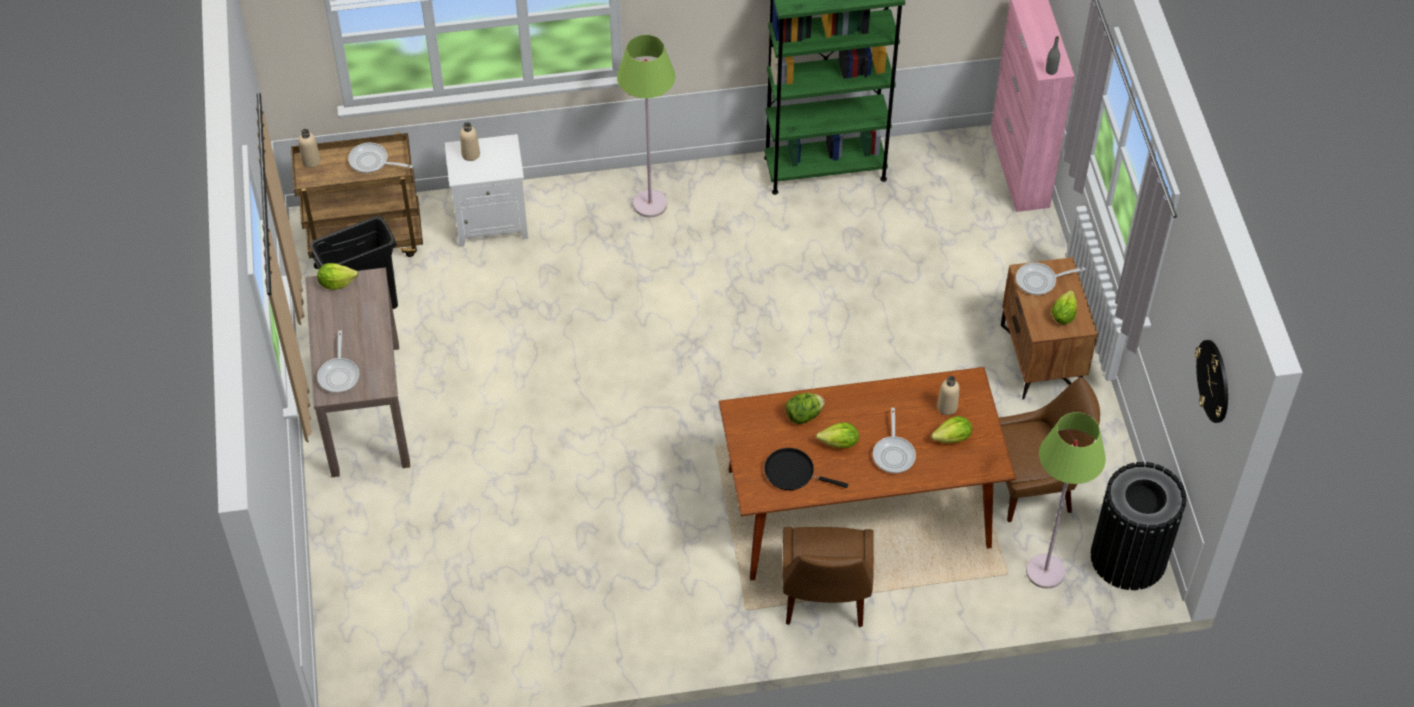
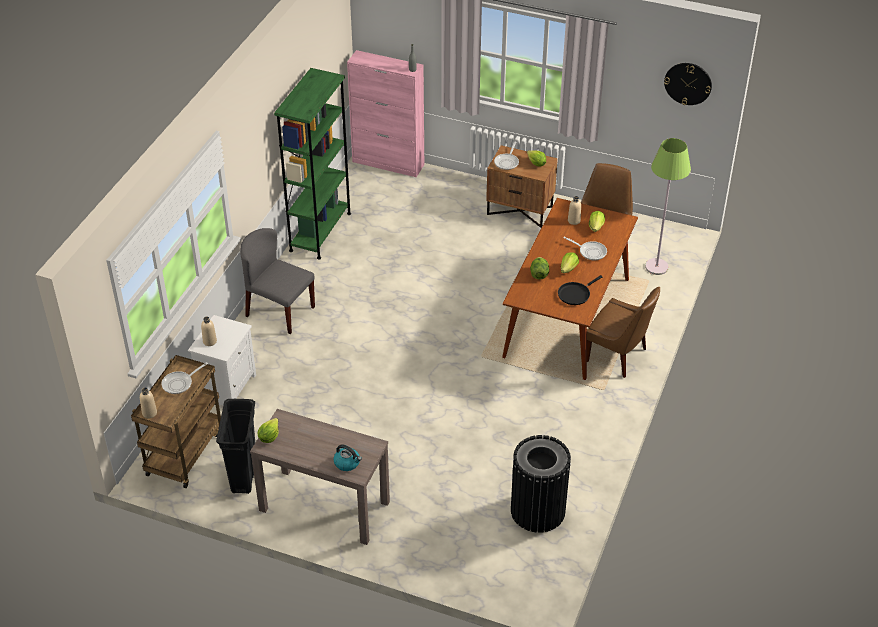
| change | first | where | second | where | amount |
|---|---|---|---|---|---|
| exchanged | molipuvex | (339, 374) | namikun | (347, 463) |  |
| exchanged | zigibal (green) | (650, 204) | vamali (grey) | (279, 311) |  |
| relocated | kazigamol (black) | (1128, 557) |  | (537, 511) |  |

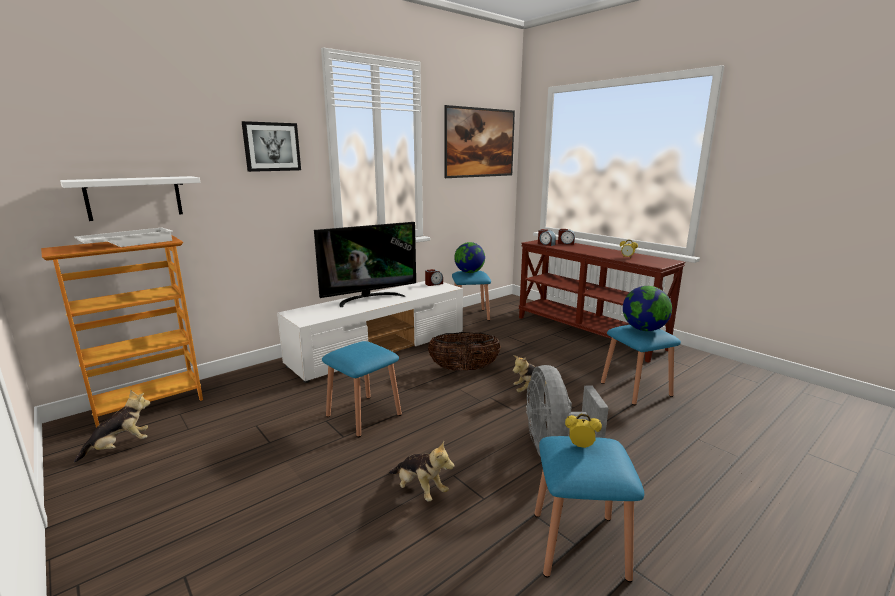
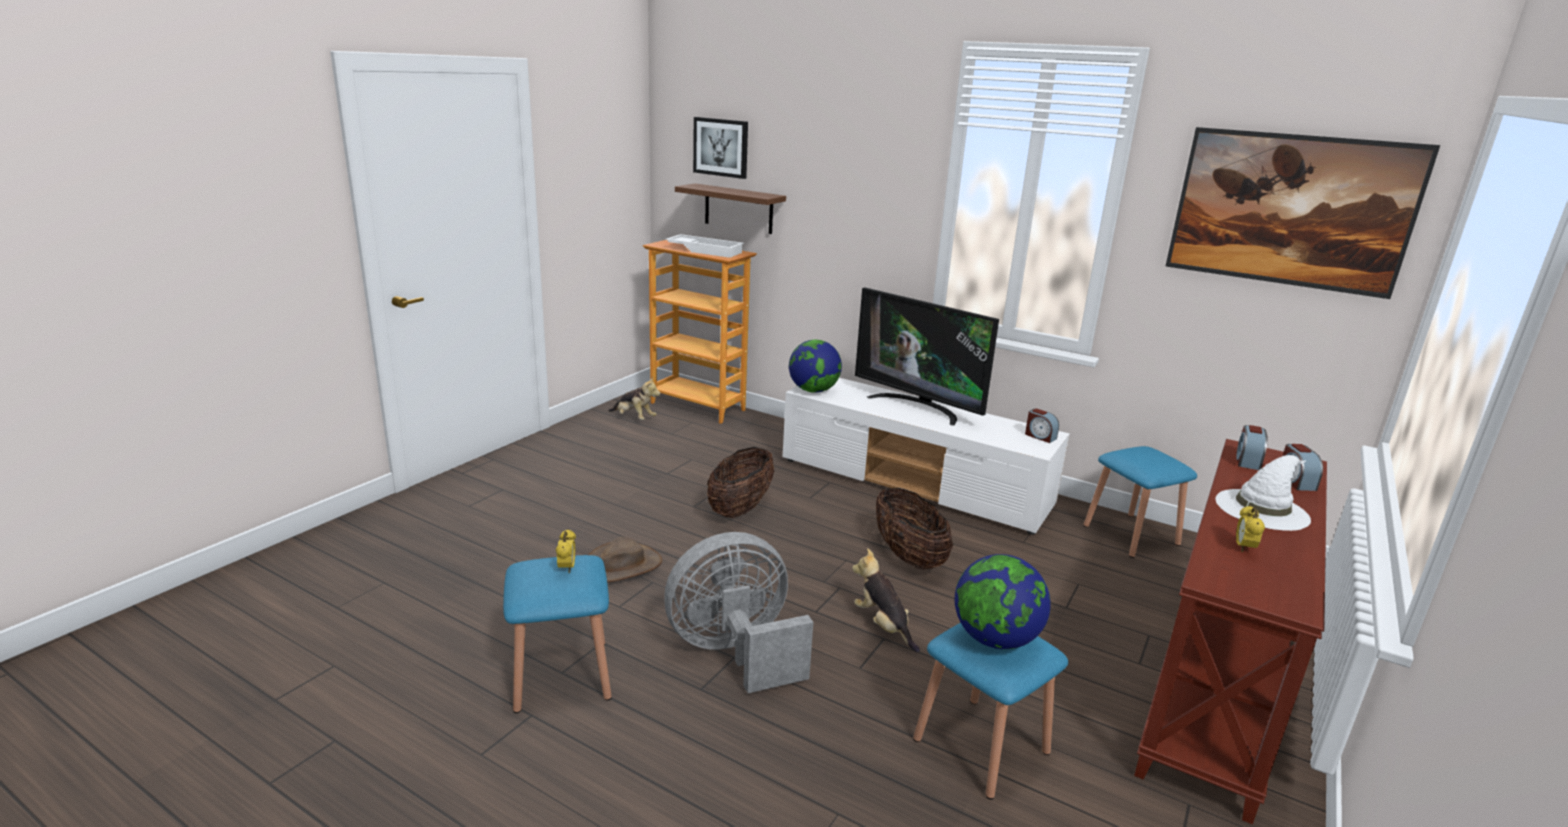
| change | first | where | second | where | amount |
|---|---|---|---|---|---|
| colour | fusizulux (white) | (134, 197) | fusizulux (brown) | (738, 209) |  |
| relocated | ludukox | (271, 147) |  | (721, 147) |  |
| exchanged | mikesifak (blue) | (364, 415) | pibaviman | (740, 508) |  |
| exchanged | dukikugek | (420, 489) | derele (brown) | (622, 565) |  |
| relocated | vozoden | (469, 272) |  | (813, 390) |  |
| appeared |  |  | derele (white) | (1262, 508) |  |

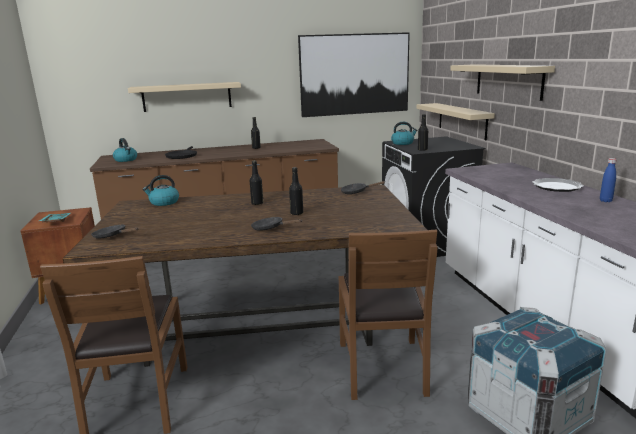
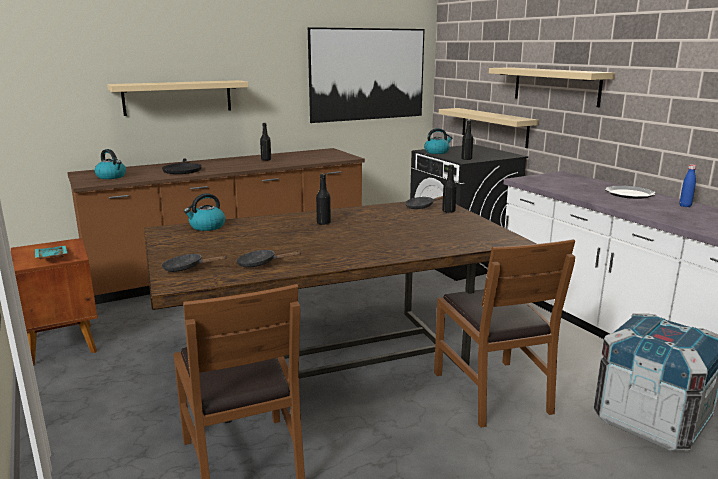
| change | first | where | second | where | amount |
|---|---|---|---|---|---|
| relocated | molipuvex (black) | (270, 228) |  | (260, 264) |  |
| relocated | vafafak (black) | (296, 213) |  | (448, 211) |  |

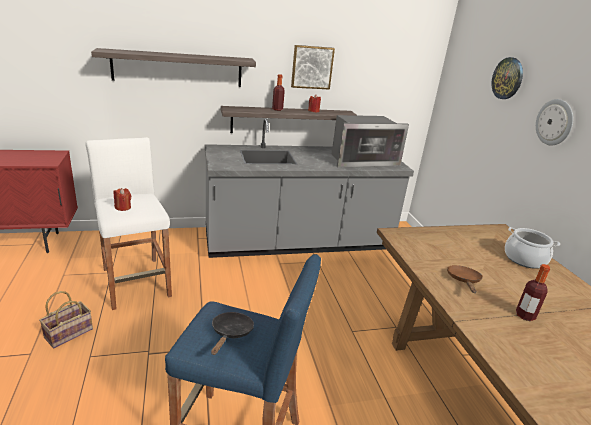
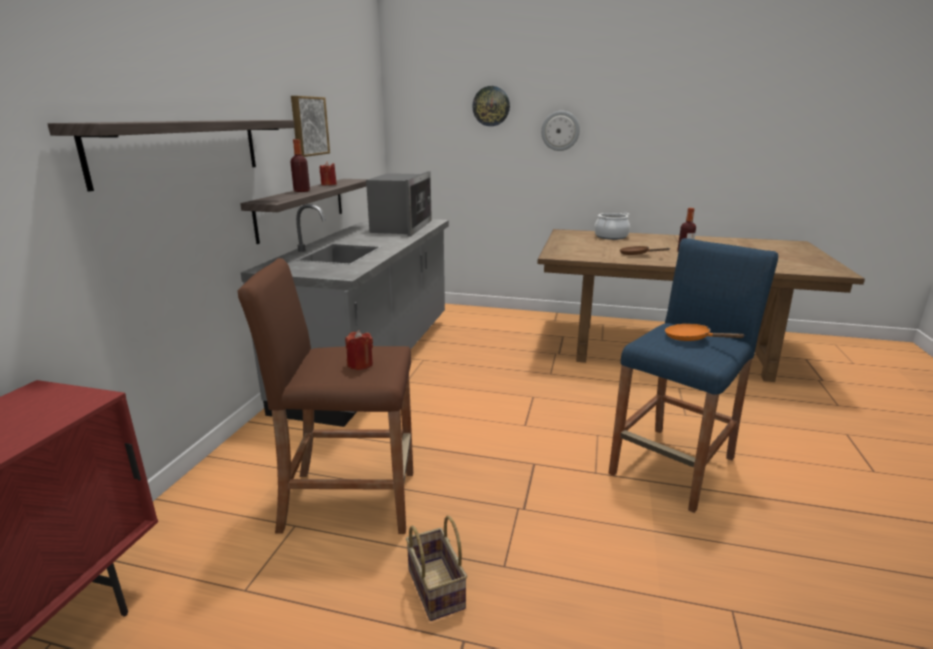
| change | first | where | second | where | amount |
|---|---|---|---|---|---|
| colour | mikesifak (white) | (136, 282) | mikesifak (brown) | (350, 500) |  |
| colour | molipuvex (black) | (231, 333) | molipuvex (orange) | (691, 339) |  |

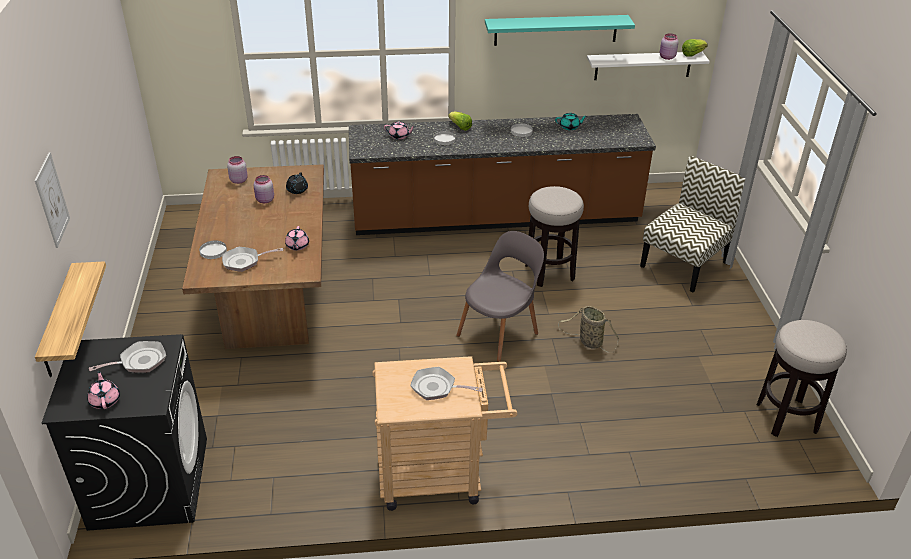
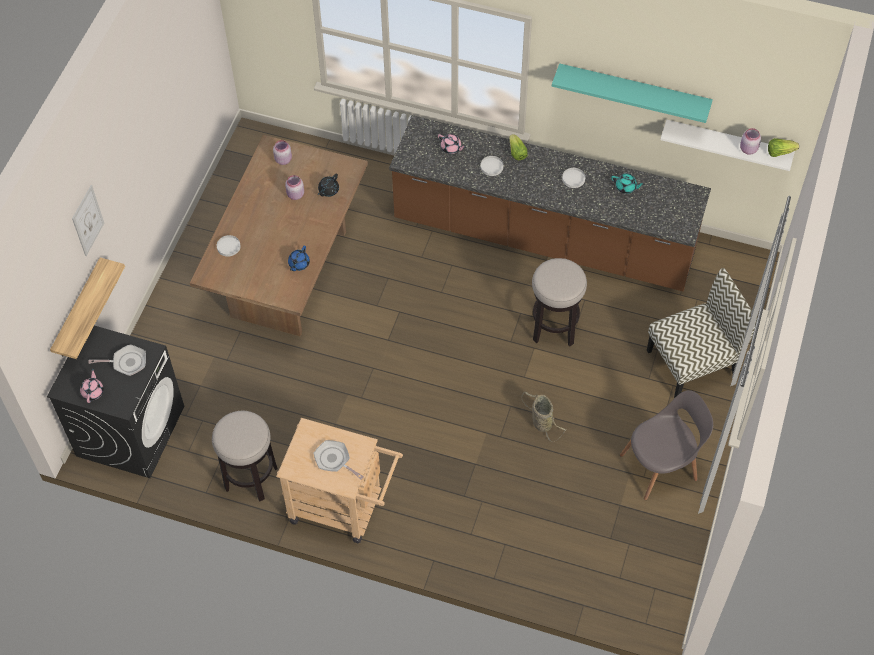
| change | first | where | second | where | amount |
|---|---|---|---|---|---|
| missing | molipuvex | (244, 261) |  |  |  |
| colour | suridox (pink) | (297, 246) | suridox (blue) | (298, 264) |  |
| relocated | vamali (grey) | (500, 332) |  | (661, 466) |  |
| relocated | mikesifak | (786, 417) |  | (250, 478) |  |

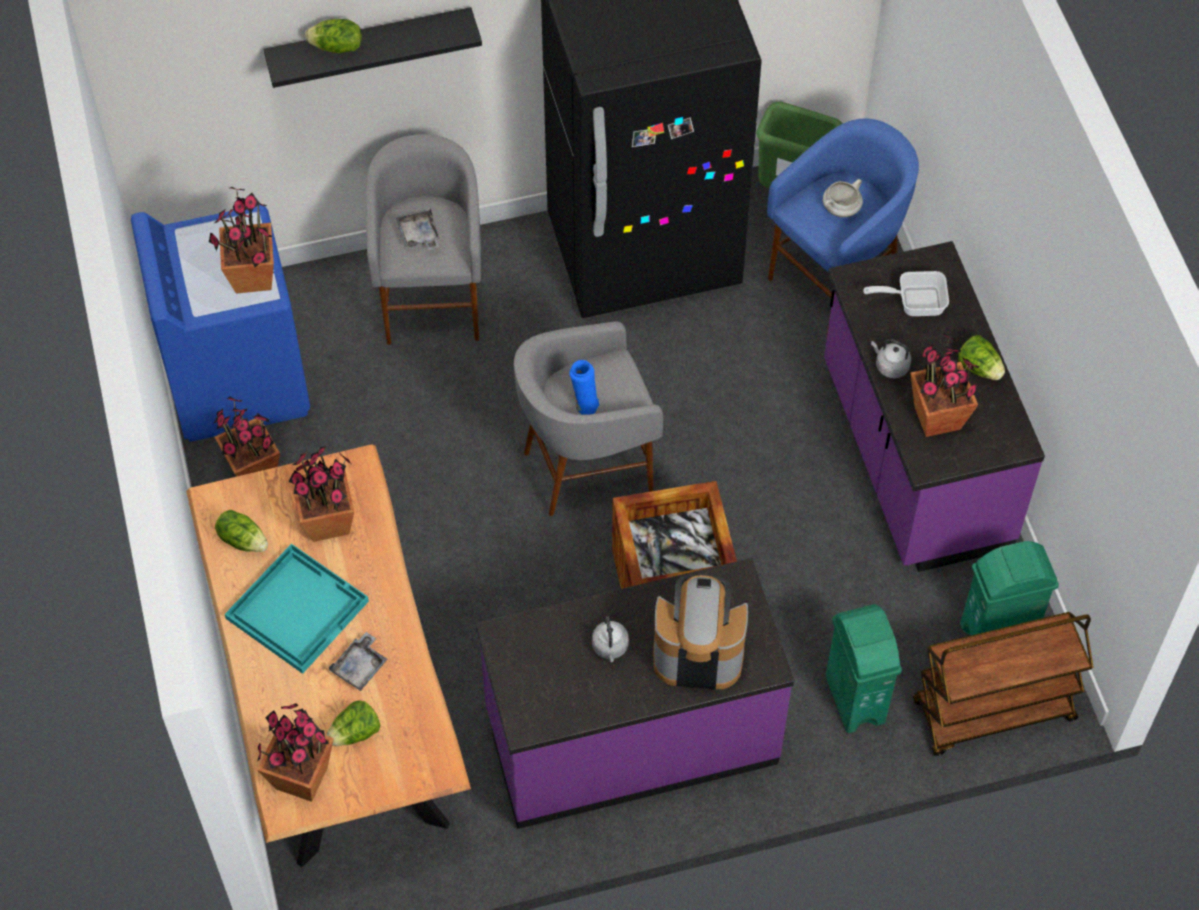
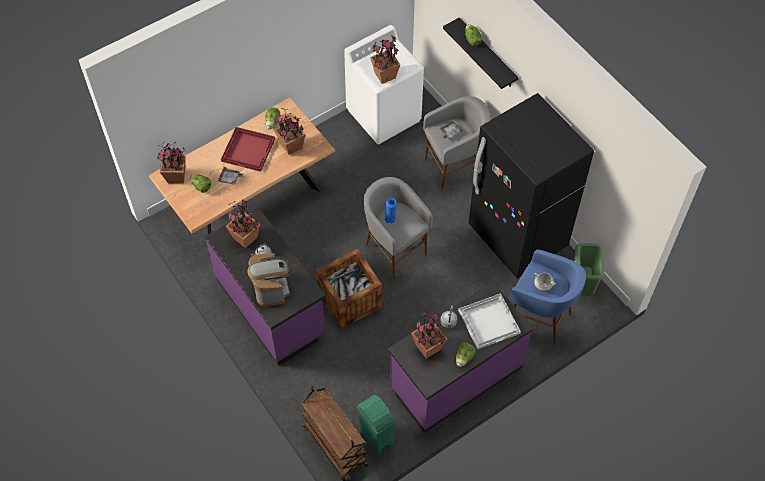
| change | first | where | second | where | amount |
|---|---|---|---|---|---|
| colour | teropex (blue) | (236, 379) | teropex (white) | (384, 115) |  |
| relocated | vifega | (254, 471) |  | (245, 238) |  |
| colour | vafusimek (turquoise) | (297, 608) | vafusimek (red) | (249, 150) |  |
| missing | kazigamol (green) | (855, 699) |  |  |  |
| exchanged | molipuvex | (914, 302) | vafusimek (white) | (489, 321) |  |

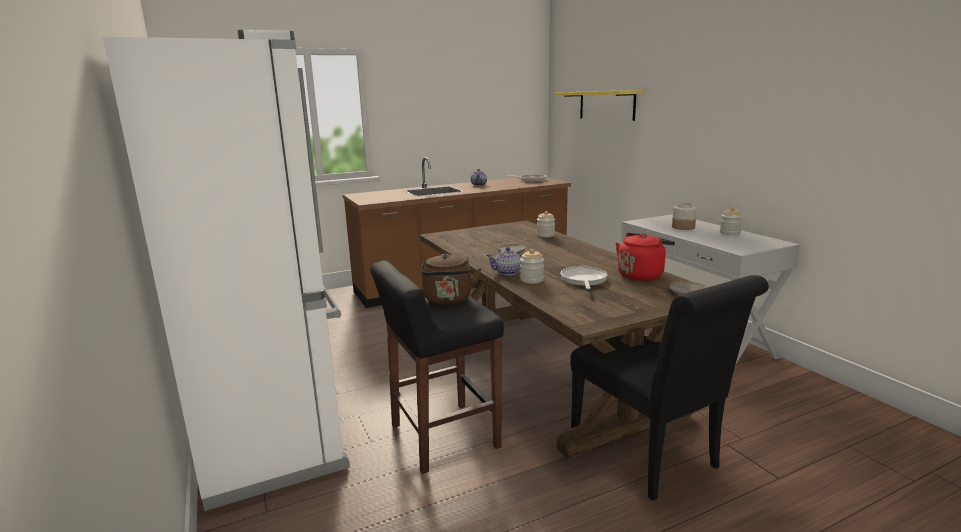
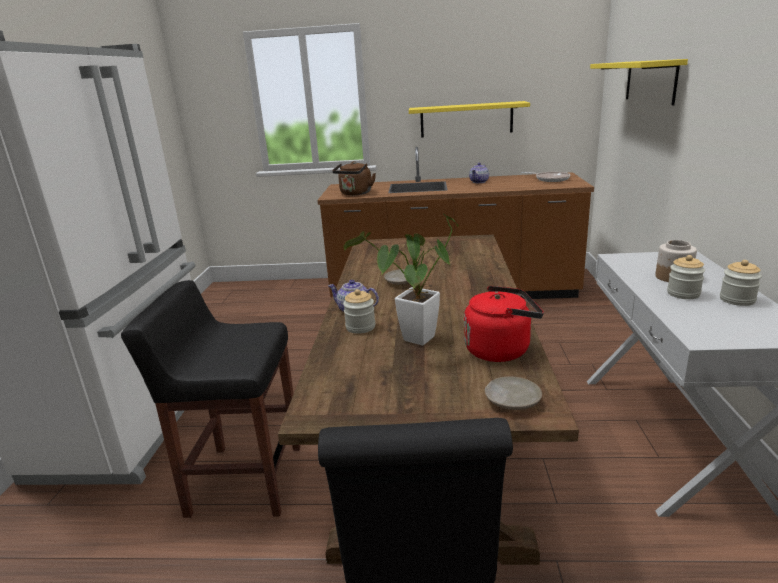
| change | first | where | second | where | amount |
|---|---|---|---|---|---|
| relocated | namikun (brown) | (448, 300) |  | (355, 194) |  |
| relocated | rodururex | (545, 235) |  | (683, 294) |  |
| exchanged | molipuvex | (583, 280) | vifega | (414, 342) |  |
| appeared |  |  | fusizulux (yellow) | (466, 119) |  |

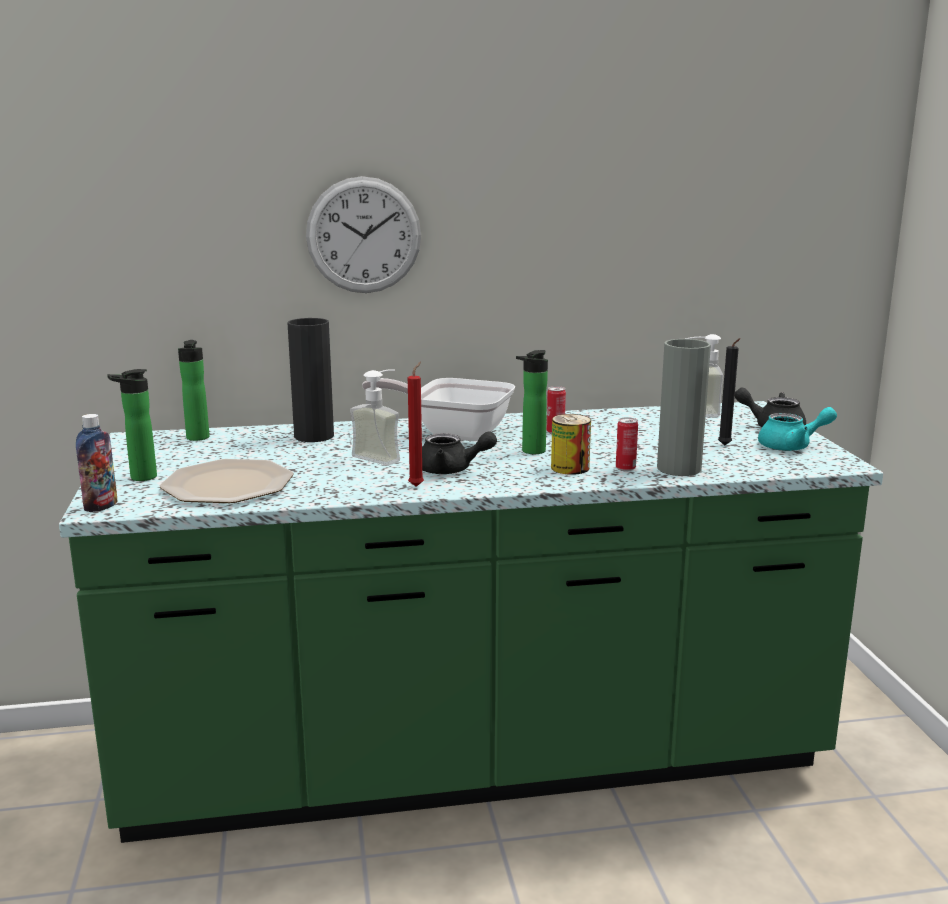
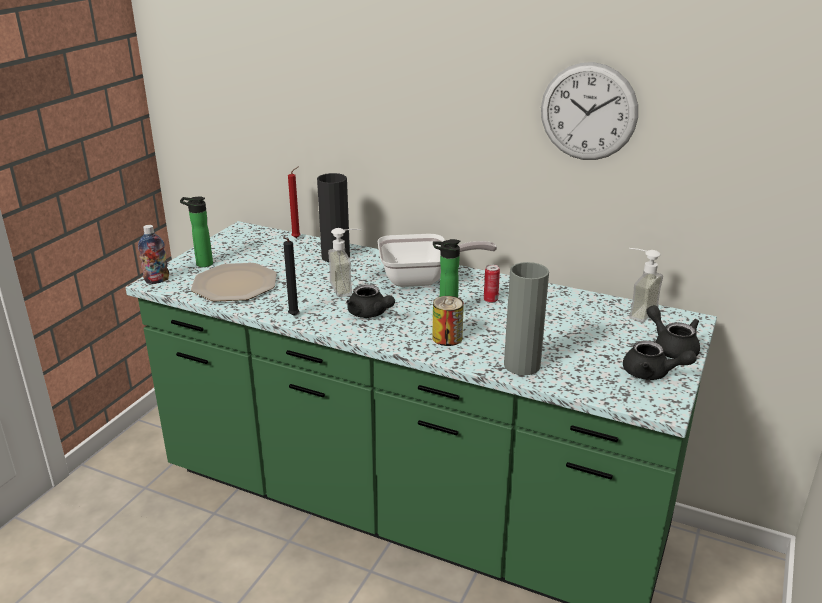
| change | first | where | second | where | amount |
|---|---|---|---|---|---|
| missing | vafafak | (197, 438) |  |  |  |
| relocated | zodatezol | (364, 235) |  | (588, 112) |  |
| spun | molipuvex | (453, 433) |  | (422, 279) | 120 degrees clockwise |
| relocated | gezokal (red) | (417, 485) |  | (297, 237) |  |
| missing | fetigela | (625, 469) |  |  |  |
| relocated | gezokal (black) | (725, 446) |  | (293, 316) |  |
| colour | suridox (turquoise) | (792, 446) | suridox (black) | (652, 374) |  |

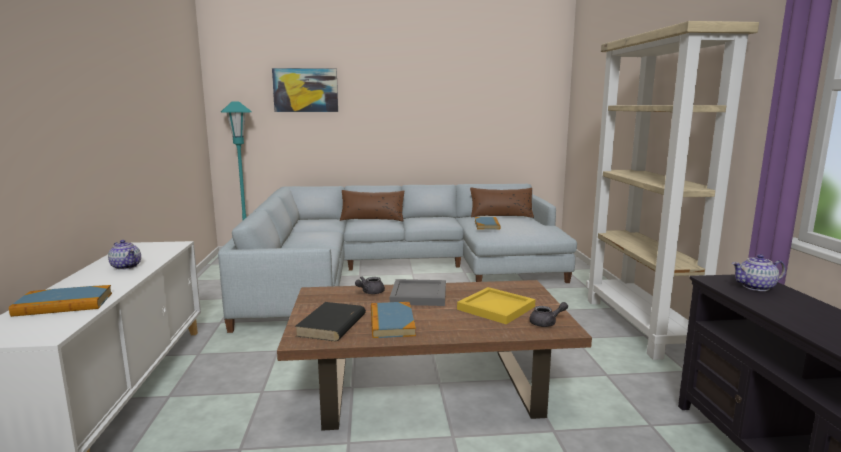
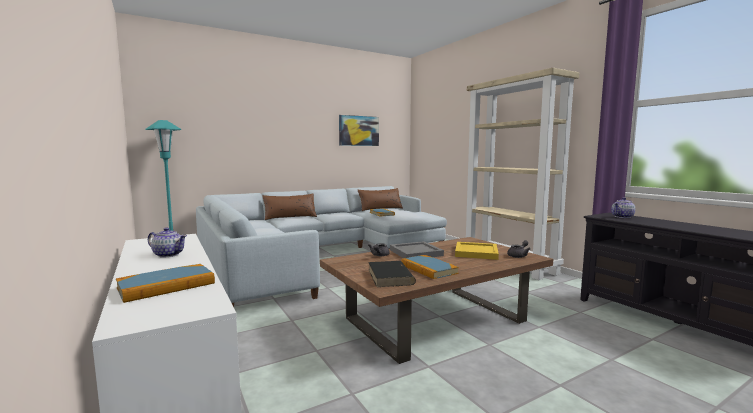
| change | first | where | second | where | amount |
|---|---|---|---|---|---|
| relocated | ludukox | (305, 90) |  | (358, 130) |  |

